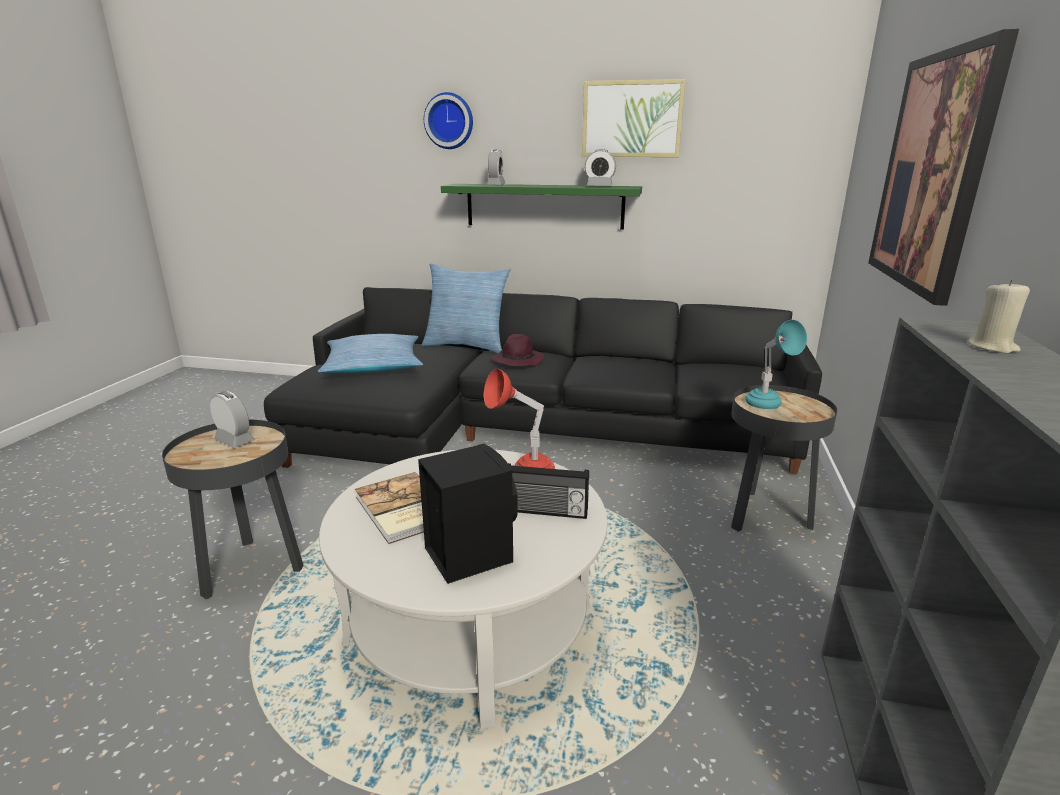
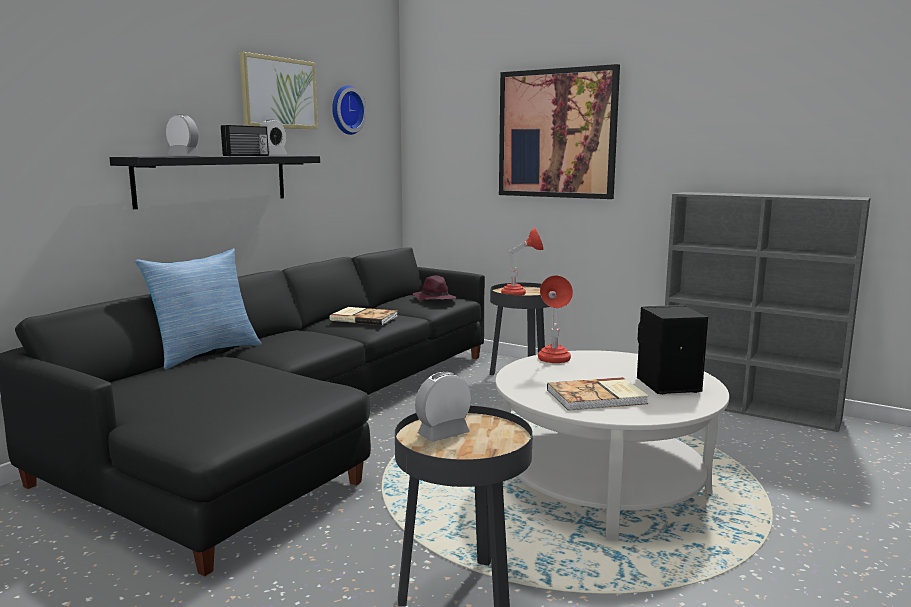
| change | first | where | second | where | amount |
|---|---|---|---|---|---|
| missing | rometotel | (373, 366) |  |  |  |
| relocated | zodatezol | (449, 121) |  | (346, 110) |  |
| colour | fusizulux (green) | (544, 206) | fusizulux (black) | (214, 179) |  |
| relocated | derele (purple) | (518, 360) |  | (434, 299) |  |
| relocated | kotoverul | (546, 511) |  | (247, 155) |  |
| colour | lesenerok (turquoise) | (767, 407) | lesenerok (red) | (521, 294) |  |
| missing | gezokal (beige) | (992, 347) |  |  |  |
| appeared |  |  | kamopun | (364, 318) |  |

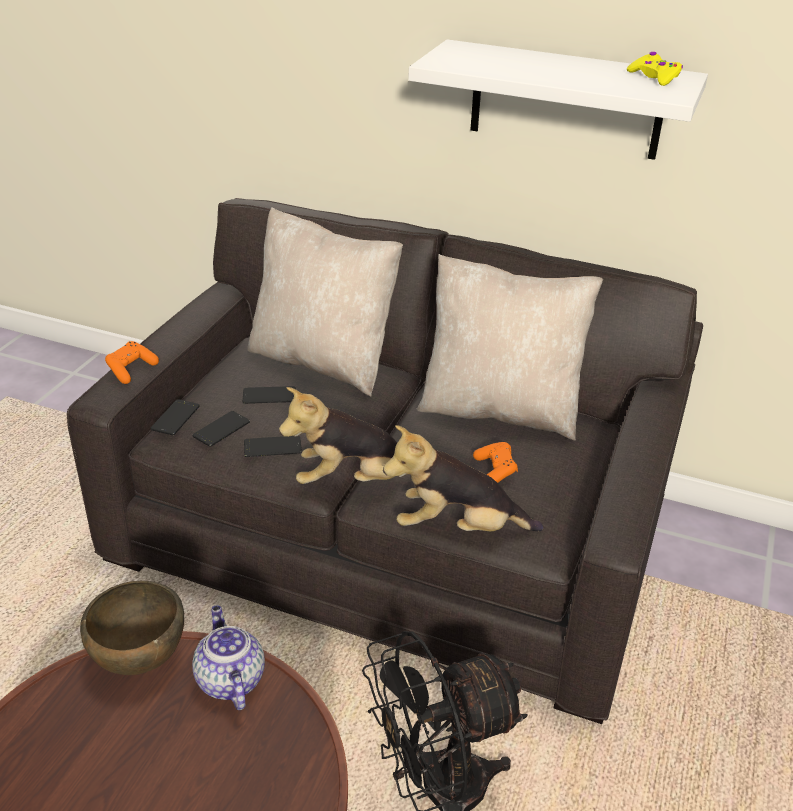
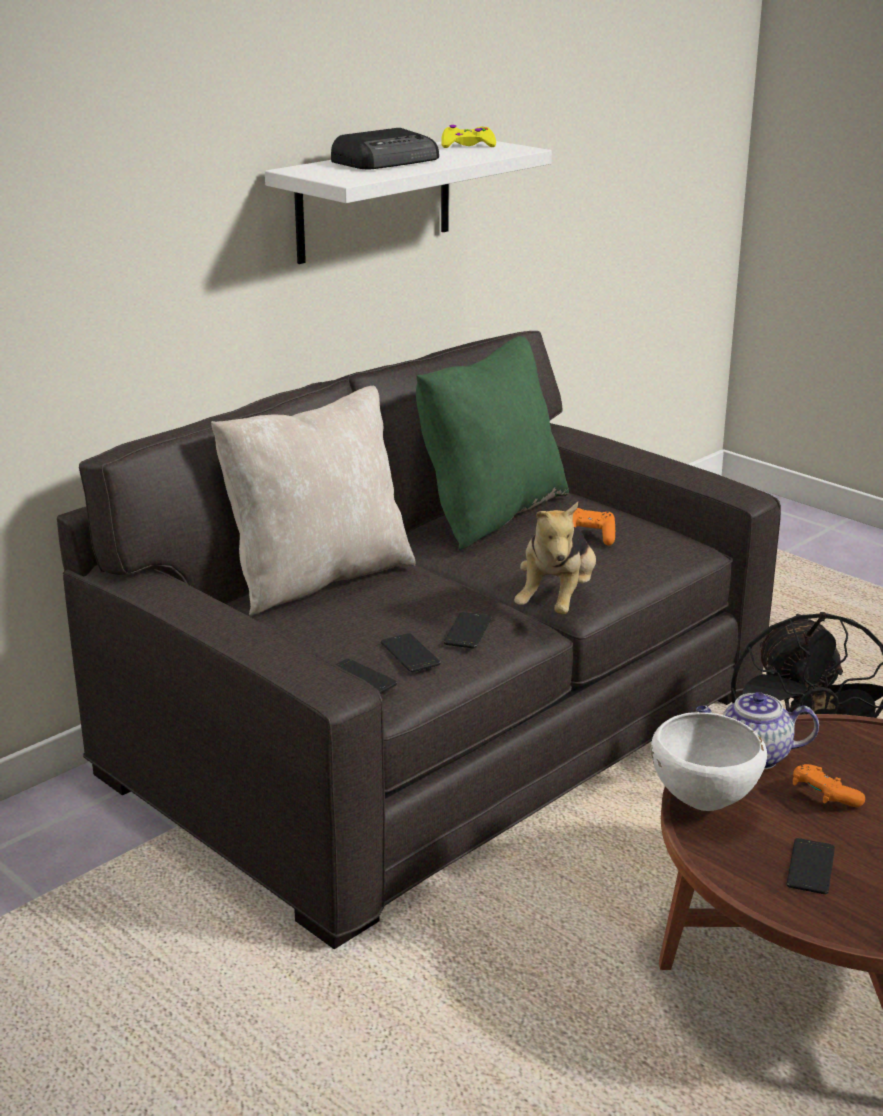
| change | first | where | second | where | amount |
|---|---|---|---|---|---|
| colour | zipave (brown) | (140, 661) | zipave (white) | (705, 803) |  |
| relocated | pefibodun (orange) | (131, 370) |  | (823, 798) |  |
| relocated | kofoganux | (269, 396) |  | (810, 867) |  |
| missing | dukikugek | (457, 528) |  |  |  |
| colour | rometotel (beige) | (500, 409) | rometotel (green) | (490, 514) |  |
| appeared |  |  | kotoverul | (387, 161) |  |

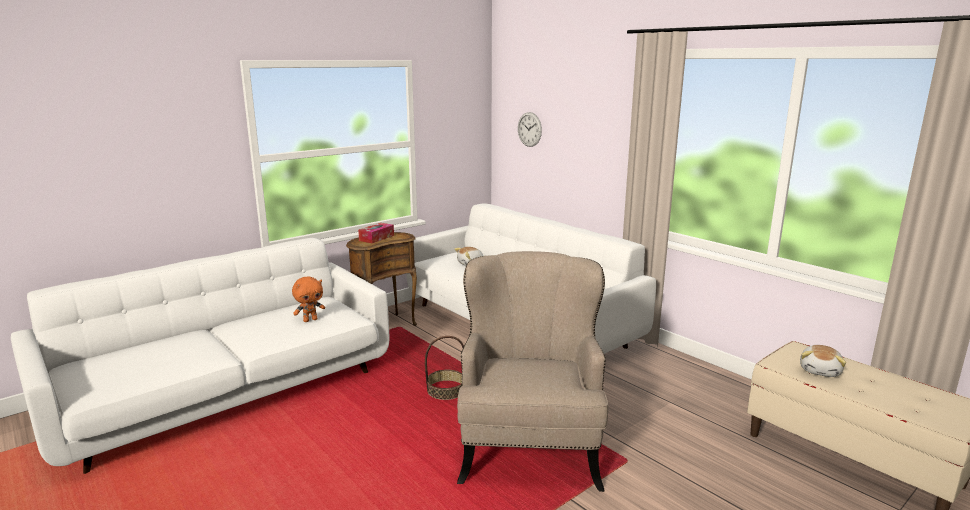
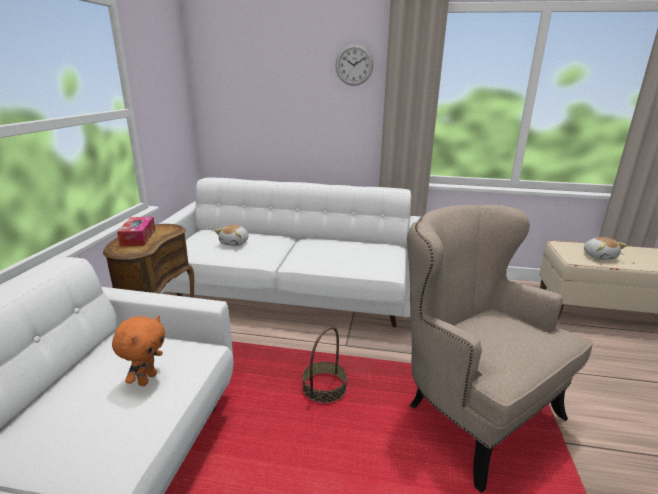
| change | first | where | second | where | amount |
|---|---|---|---|---|---|
| relocated | zodatezol | (529, 129) |  | (354, 65) |  |

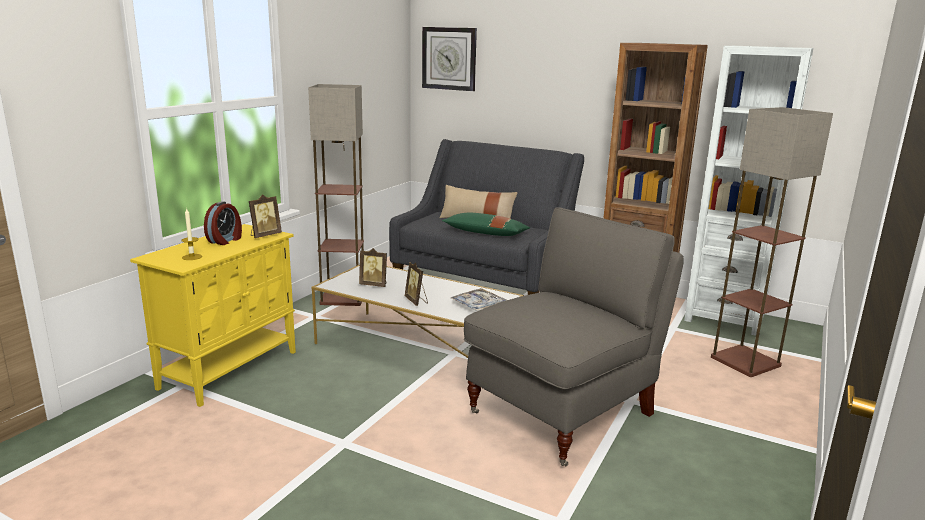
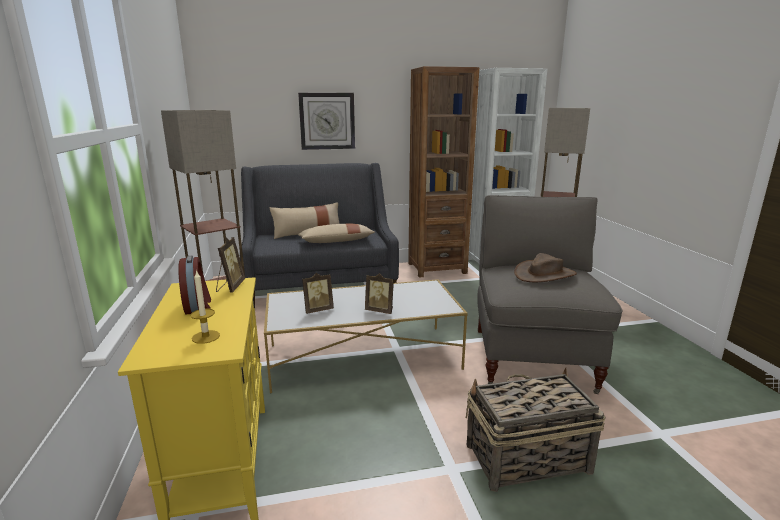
| change | first | where | second | where | amount |
|---|---|---|---|---|---|
| relocated | zodatezol | (449, 58) |  | (327, 121) |  |
| colour | rometotel (green) | (485, 233) | rometotel (beige) | (336, 241) |  |
| missing | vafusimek | (478, 305) |  |  |  |
| appeared |  |  | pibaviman | (526, 458) |  |
| appeared |  |  | derele (brown) | (544, 274) |  |

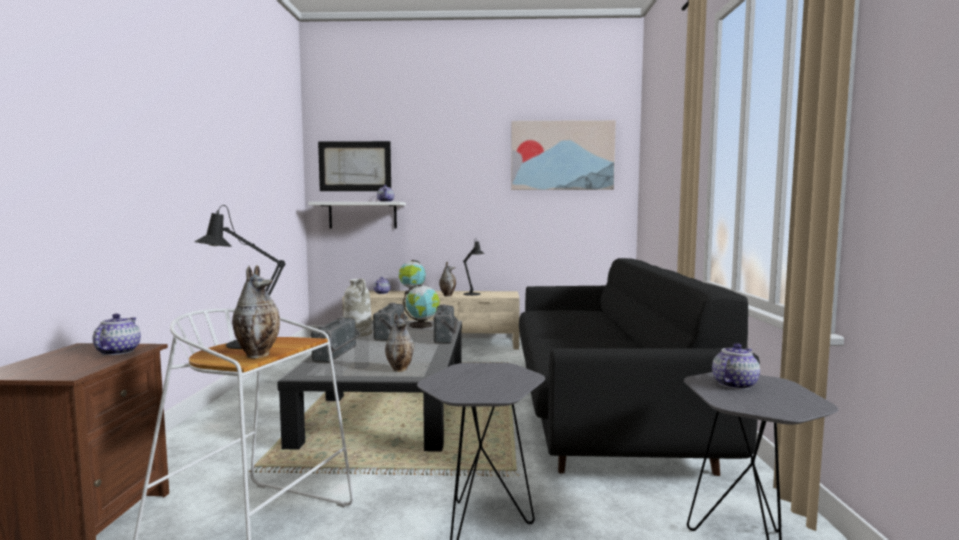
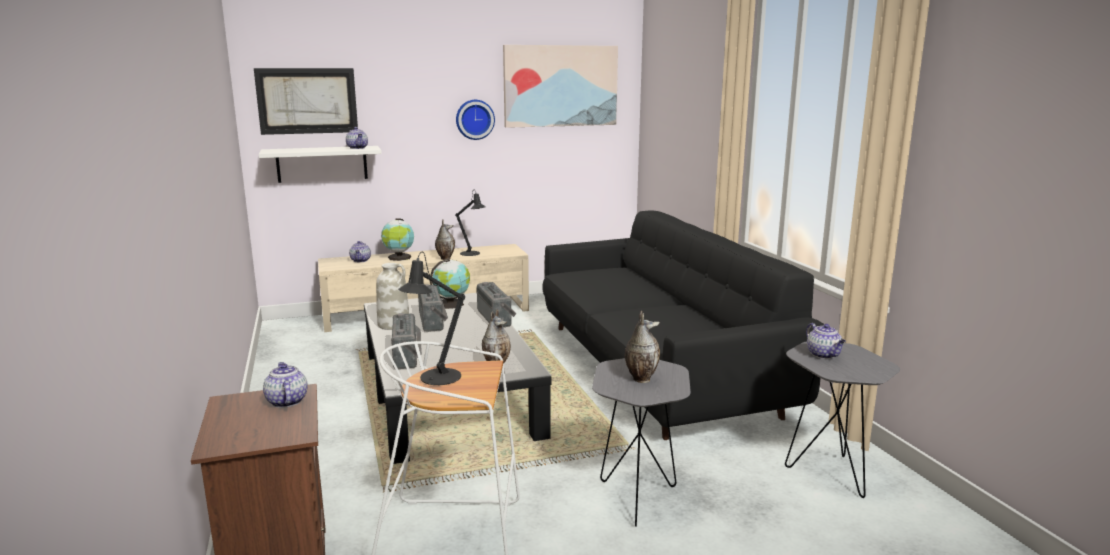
| change | first | where | second | where | amount |
|---|---|---|---|---|---|
| relocated | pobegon | (258, 354) |  | (640, 378) |  |
| spun | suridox | (734, 384) |  | (824, 355) | 135 degrees clockwise |
| appeared |  |  | zodatezol | (474, 119) |  |

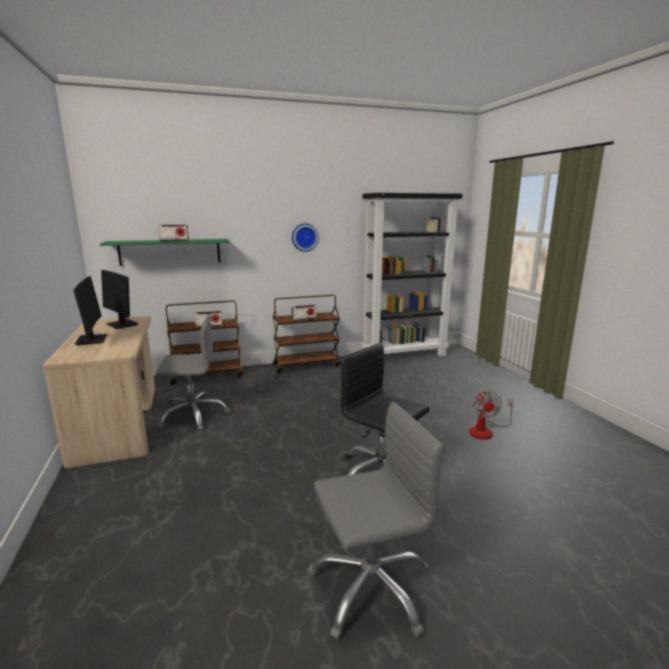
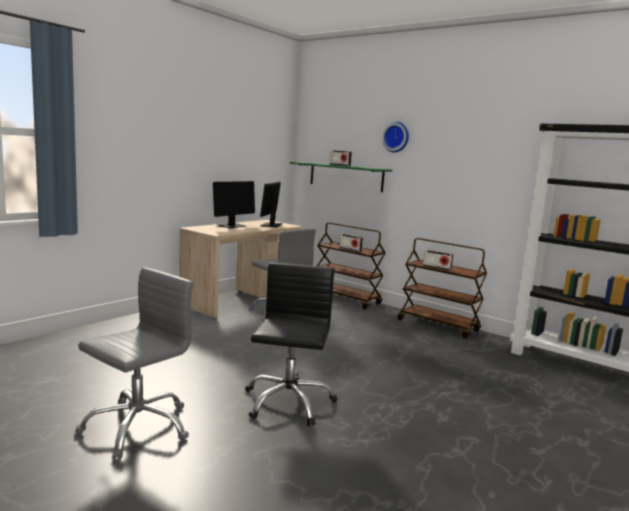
| change | first | where | second | where | amount |
|---|---|---|---|---|---|
| relocated | zodatezol | (304, 237) |  | (396, 137) |  |
| spun | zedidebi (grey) | (370, 586) |  | (137, 426) | 90 degrees counterclockwise |
| missing | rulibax | (486, 431) |  |  |  |

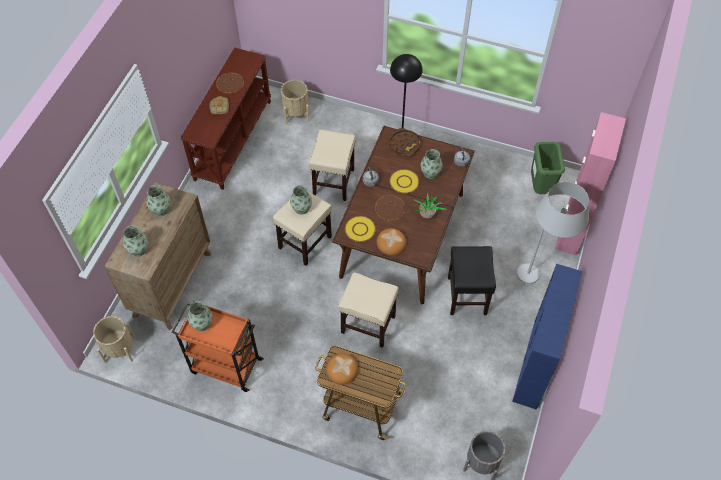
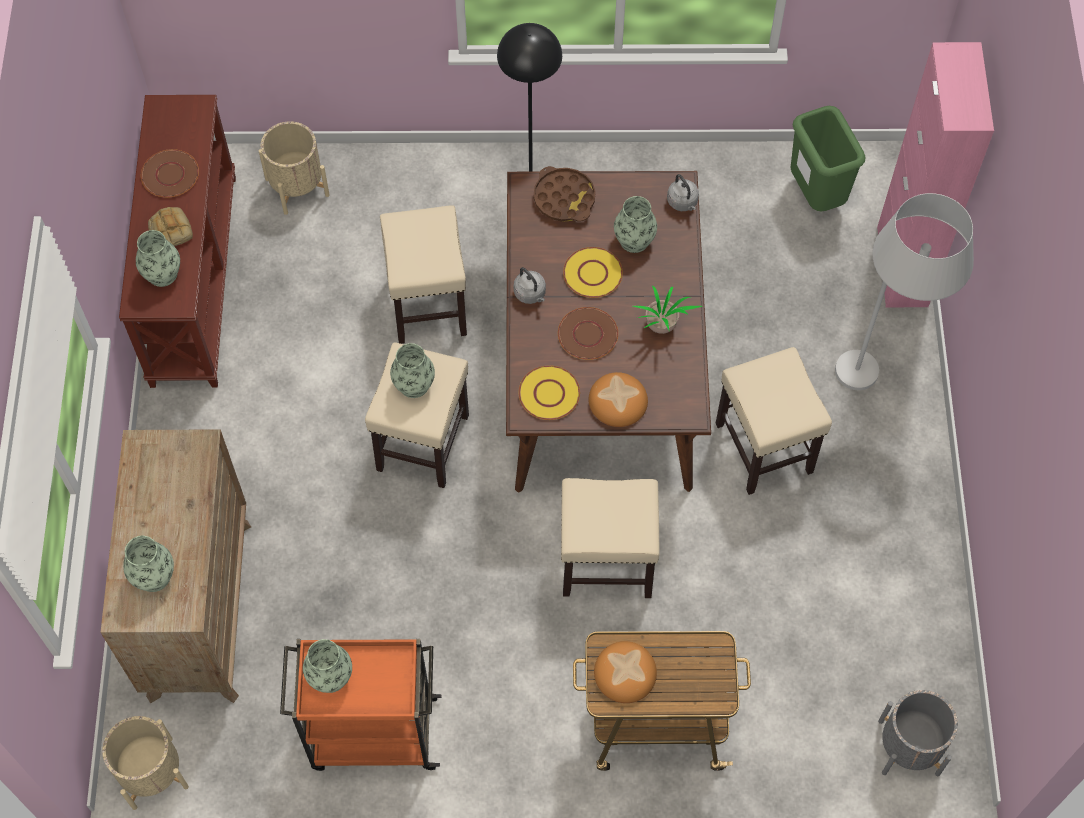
| change | first | where | second | where | amount |
|---|---|---|---|---|---|
| relocated | pobegon | (161, 209) |  | (162, 274) |  |
| colour | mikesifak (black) | (467, 296) | mikesifak (beige) | (764, 449) |  |
| missing | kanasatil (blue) | (535, 365) |  |  |  |

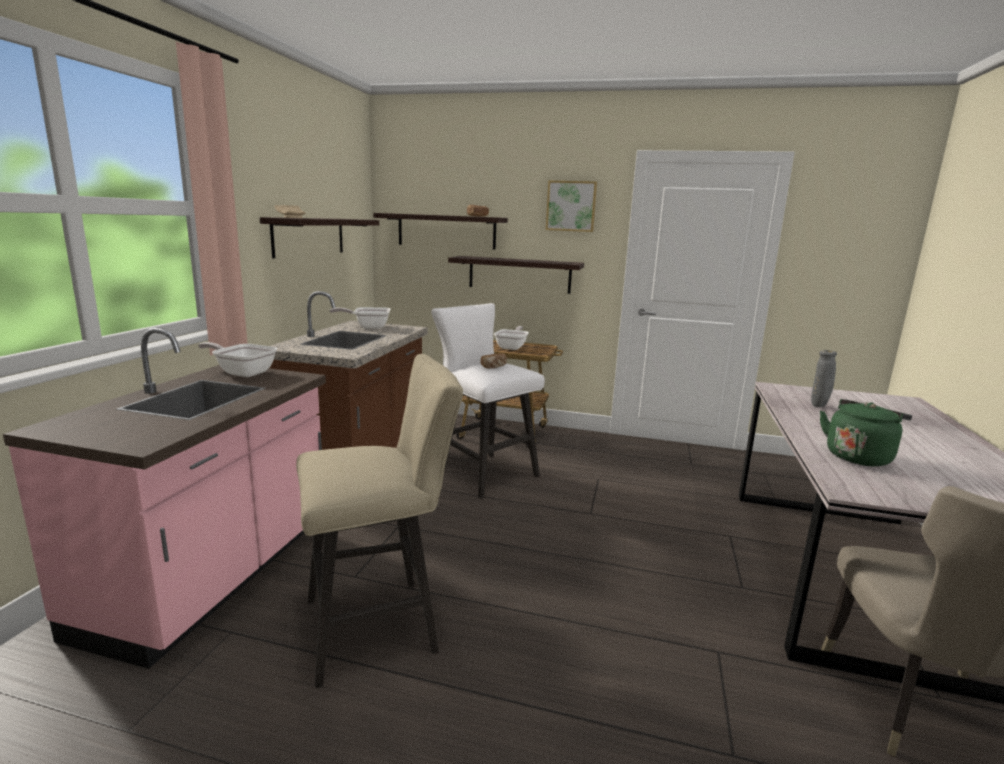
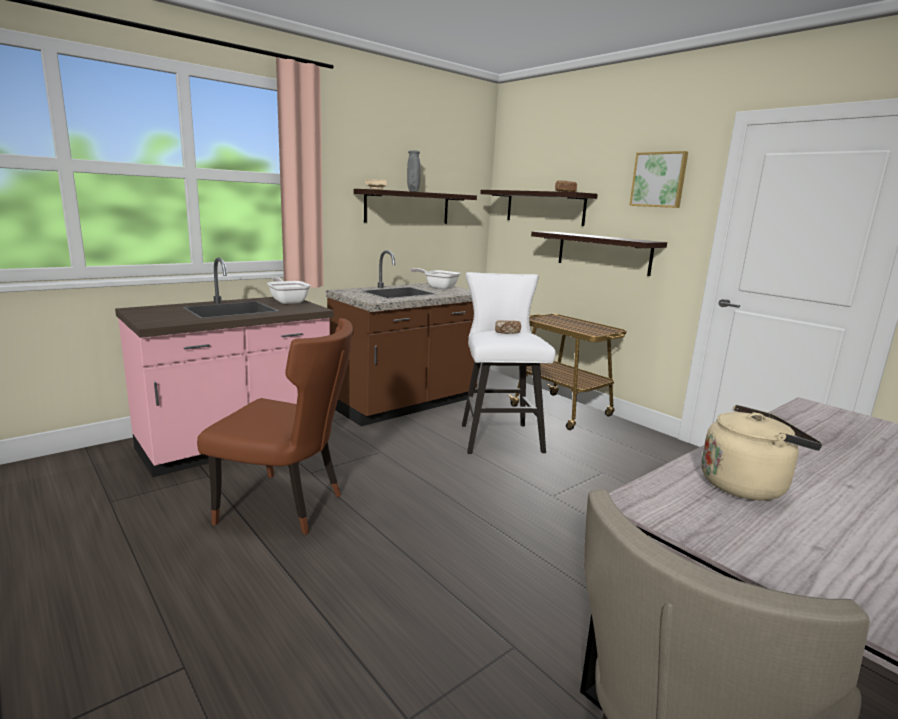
| change | first | where | second | where | amount |
|---|---|---|---|---|---|
| exchanged | mikesifak (beige) | (381, 625) | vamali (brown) | (287, 507) |  |
| missing | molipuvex | (512, 347) |  |  |  |
| relocated | pobegon (grey) | (818, 406) |  | (413, 191) |  |
| colour | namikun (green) | (858, 456) | namikun (beige) | (746, 485) |  |

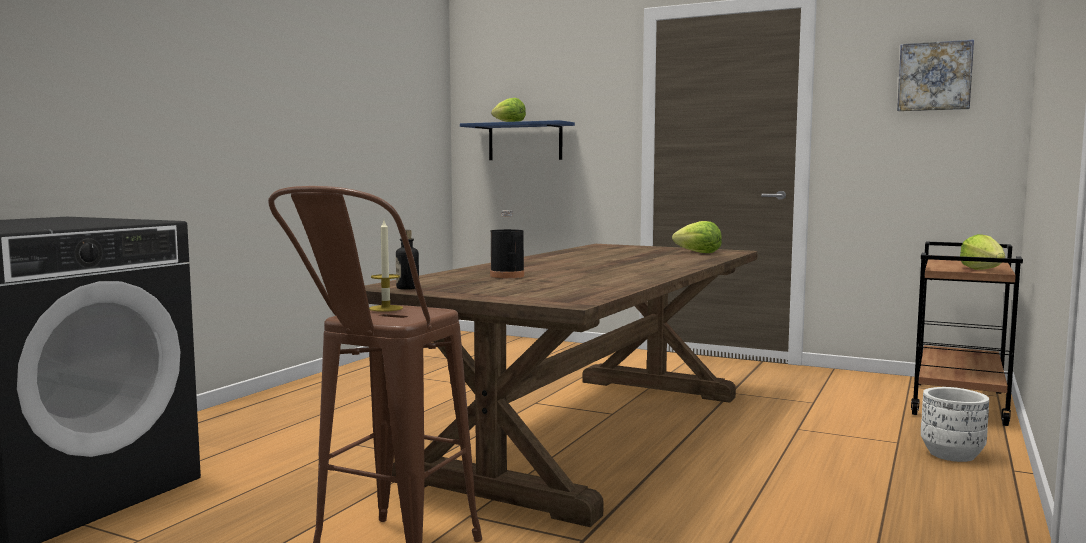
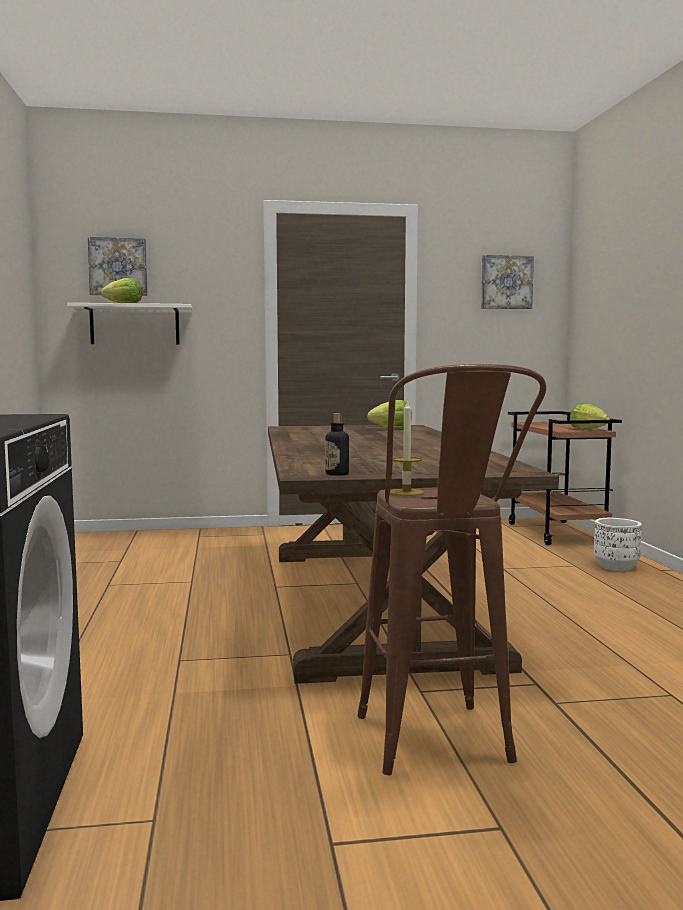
| change | first | where | second | where | amount |
|---|---|---|---|---|---|
| colour | fusizulux (blue) | (525, 141) | fusizulux (white) | (135, 325) |  |
| missing | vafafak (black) | (507, 276) |  |  |  |
| appeared |  |  | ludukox | (118, 267) |  |

